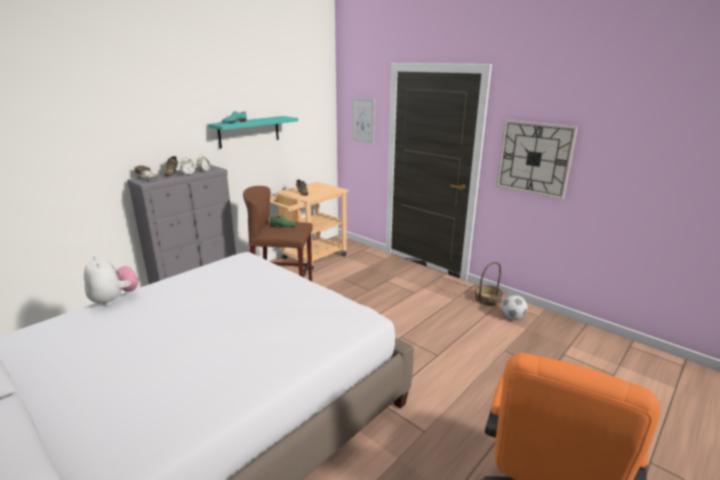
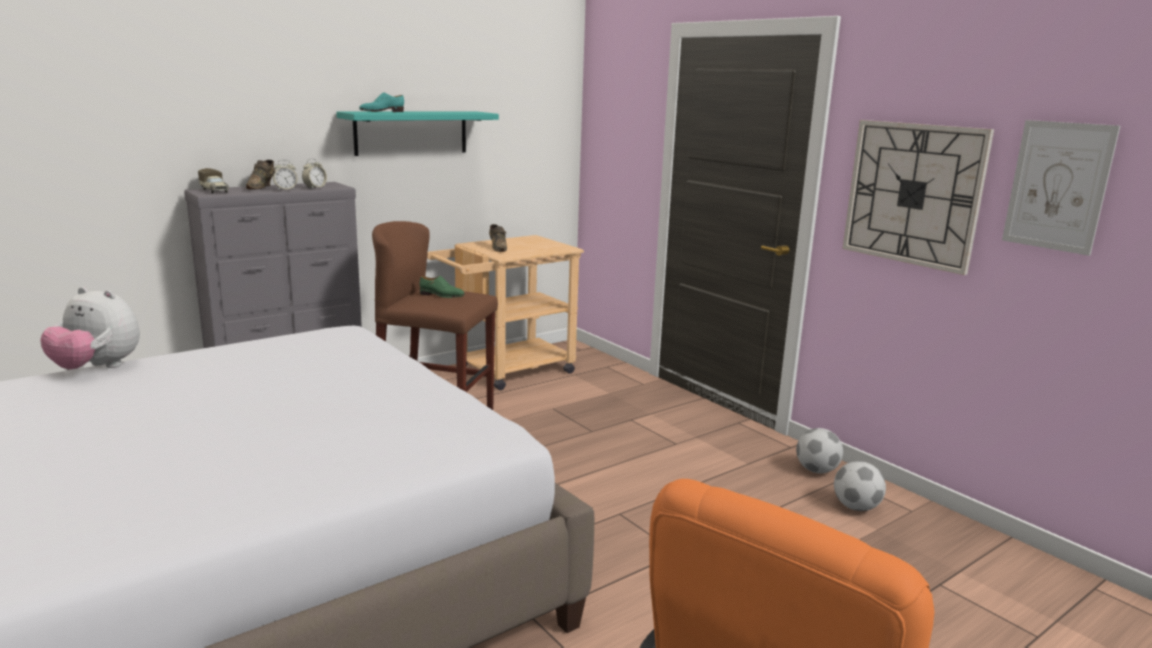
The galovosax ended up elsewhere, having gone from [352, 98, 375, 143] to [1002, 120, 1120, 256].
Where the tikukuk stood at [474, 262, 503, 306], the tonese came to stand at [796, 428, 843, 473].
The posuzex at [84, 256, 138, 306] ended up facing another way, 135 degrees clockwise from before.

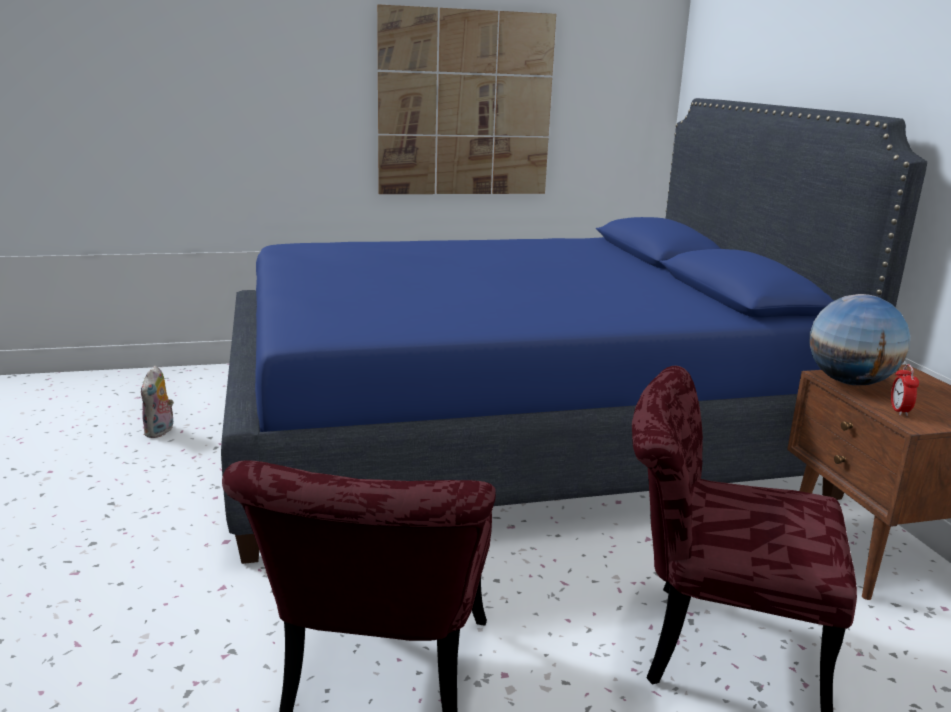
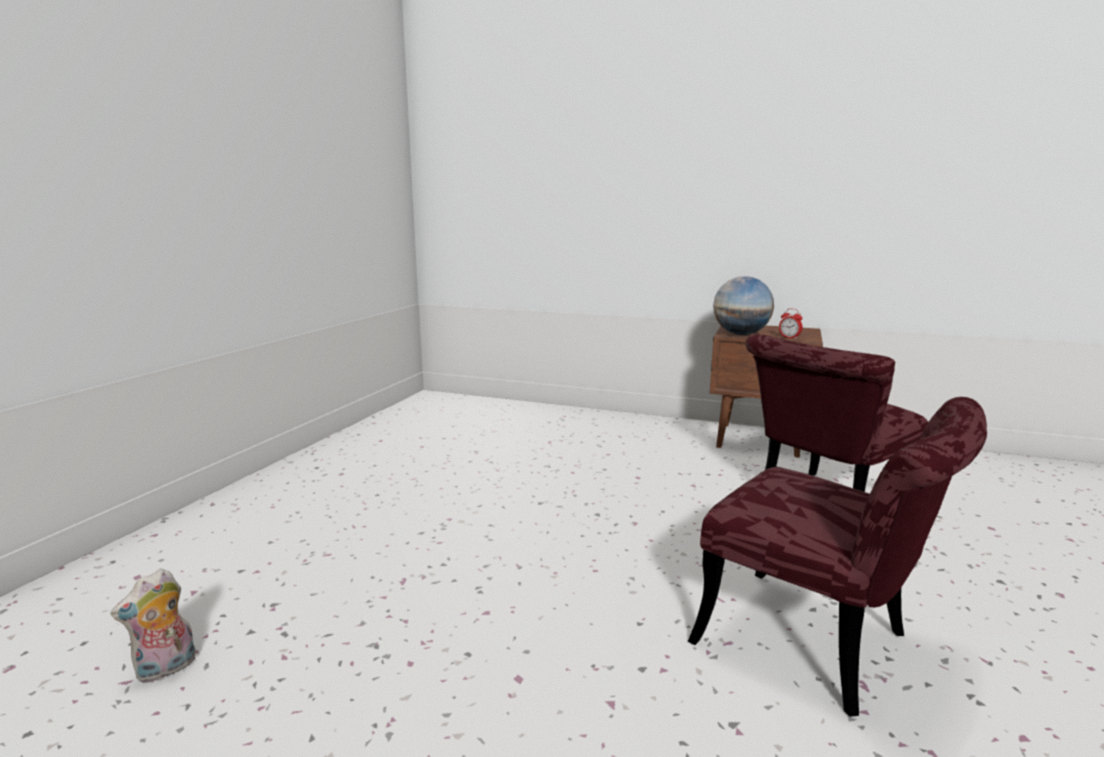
The second view lost the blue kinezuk at [221, 98, 927, 564].
The second view lost the galovosax at [377, 4, 556, 194].
The posuzex at [141, 366, 174, 438] ended up facing another way, 90 degrees clockwise from before.

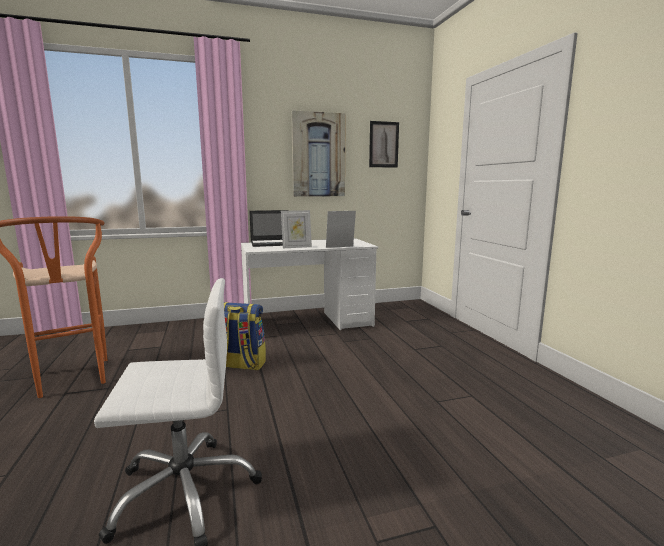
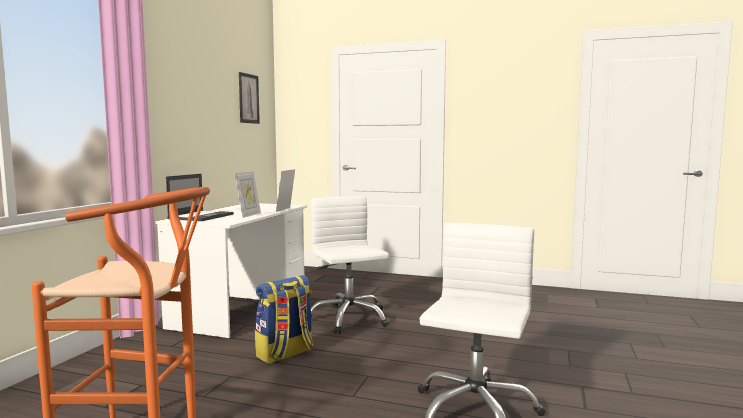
The second view lost the galovosax at [291, 110, 346, 197].
The second view gained the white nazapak at [311, 196, 389, 334].

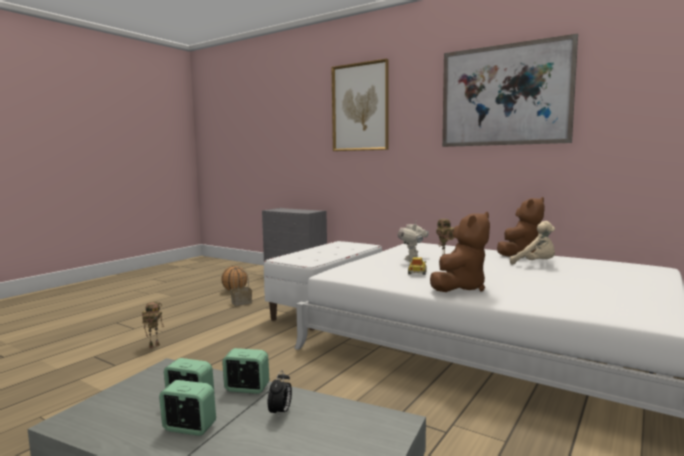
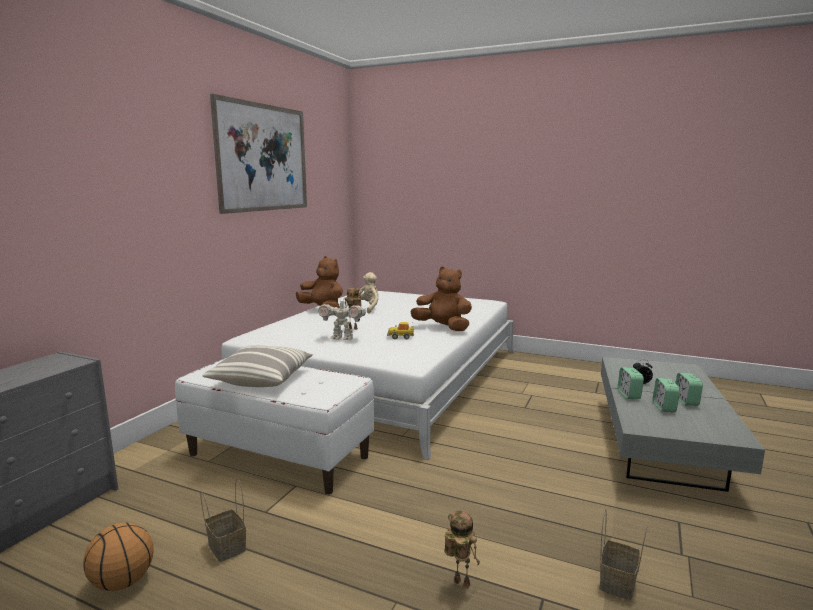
The second view lost the galovosax at [331, 59, 389, 151].
The second view gained the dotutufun at [202, 345, 313, 387].
The second view gained the tikukuk at [600, 509, 648, 600].

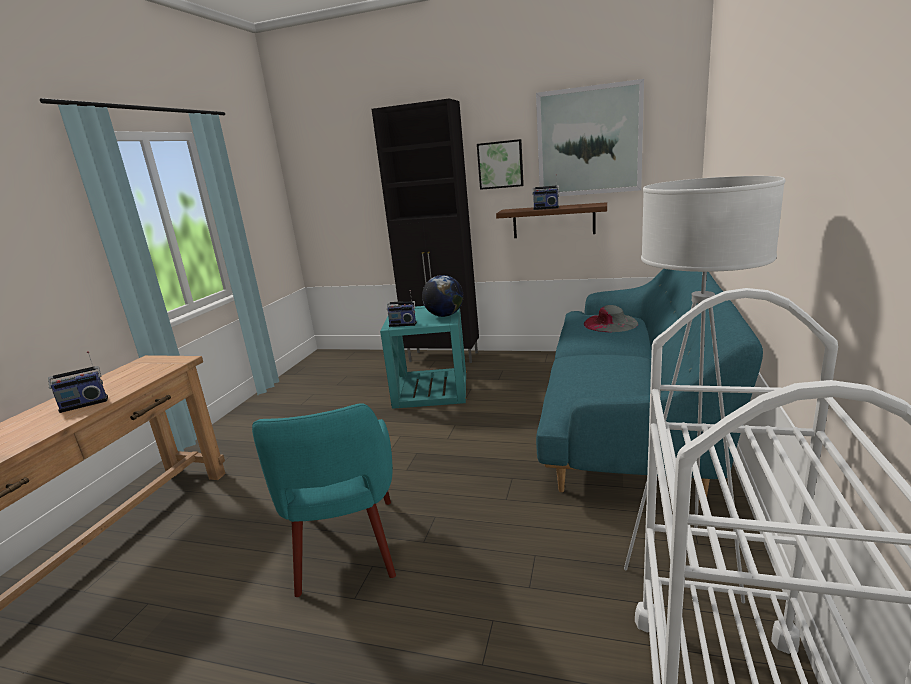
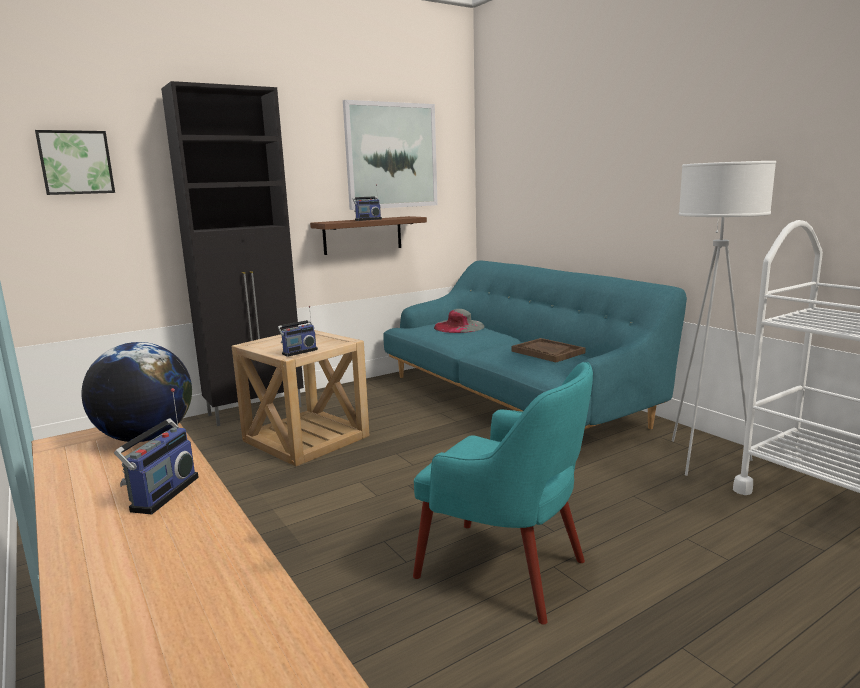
The second view gained the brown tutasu at [511, 338, 585, 362].
The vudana ended up elsewhere, having gone from [422, 275, 463, 317] to [81, 342, 192, 442].
The galovosax ended up elsewhere, having gone from [477, 139, 524, 190] to [35, 130, 115, 195].
What was the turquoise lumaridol at [380, 306, 467, 409] turned into the beige lumaridol at [232, 330, 370, 467].

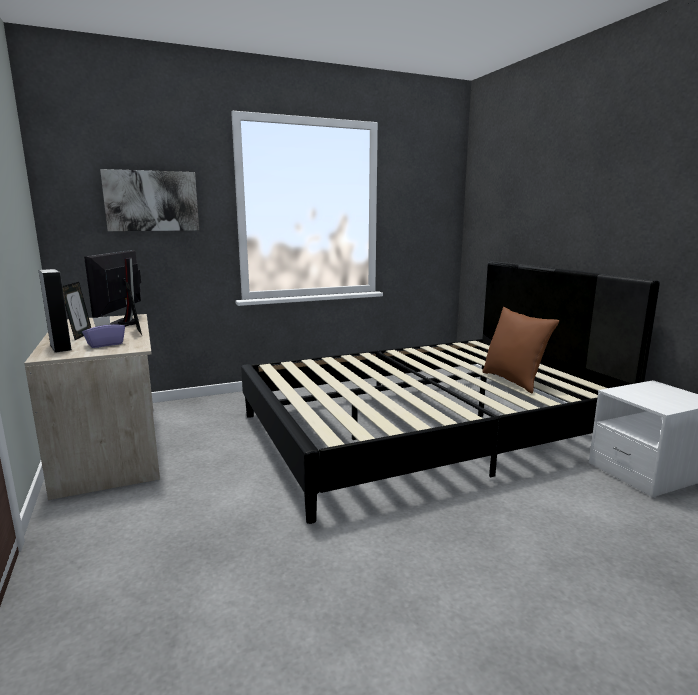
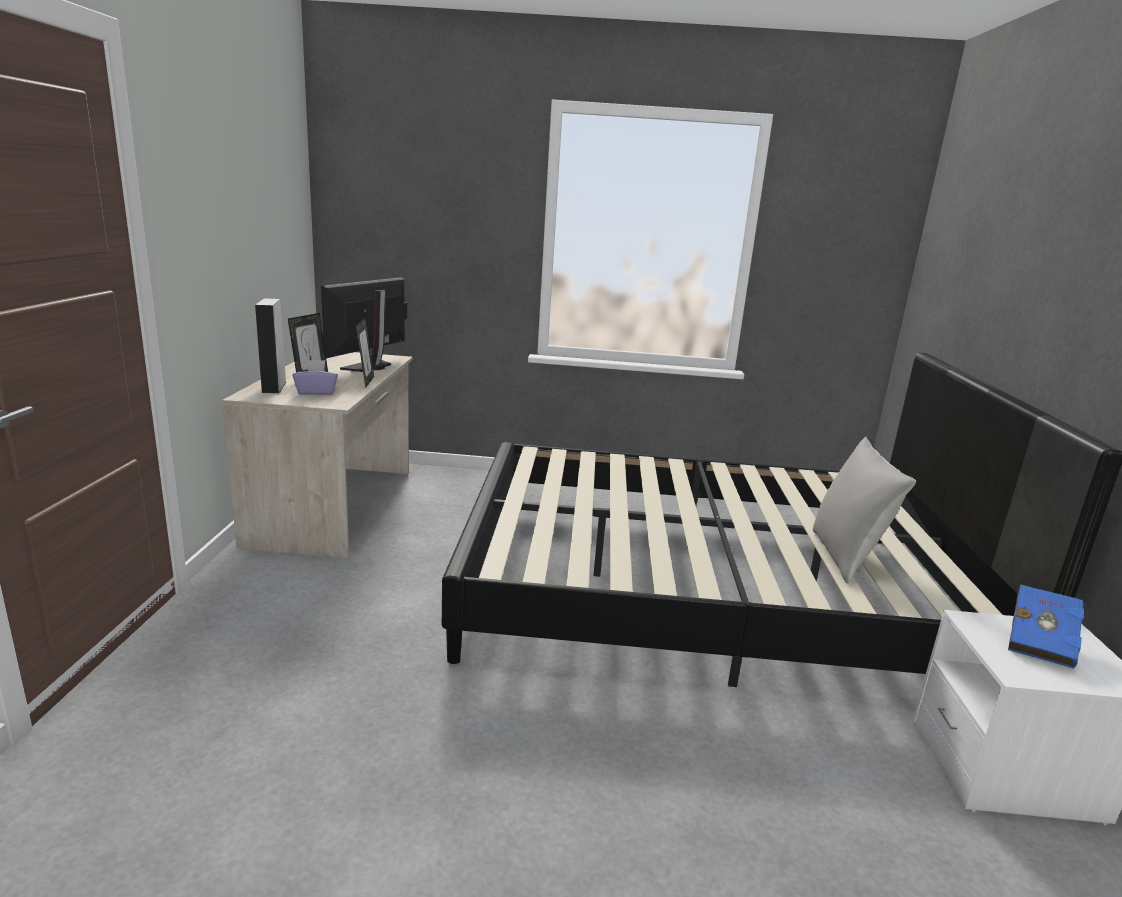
The second view lost the galovosax at [100, 169, 199, 231].
The second view gained the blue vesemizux at [1008, 584, 1084, 669].
What was the brown dotutufun at [482, 307, 559, 393] turned into the grey dotutufun at [813, 437, 916, 584].

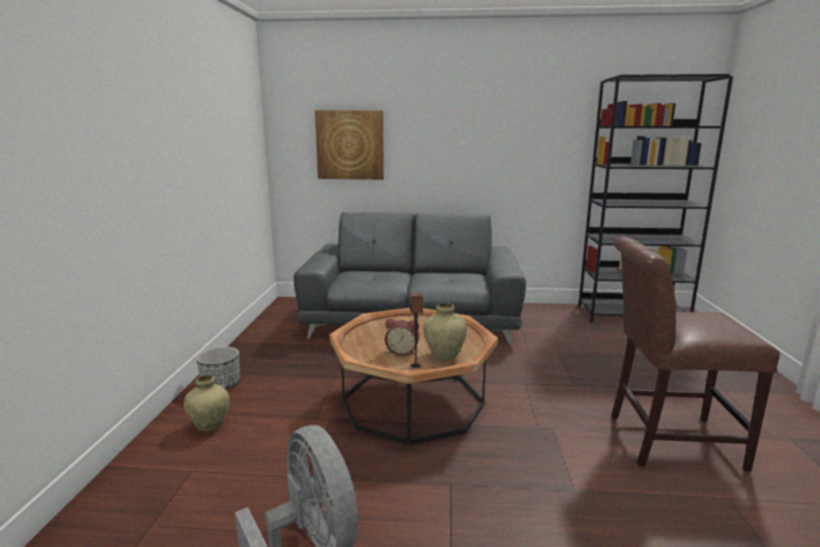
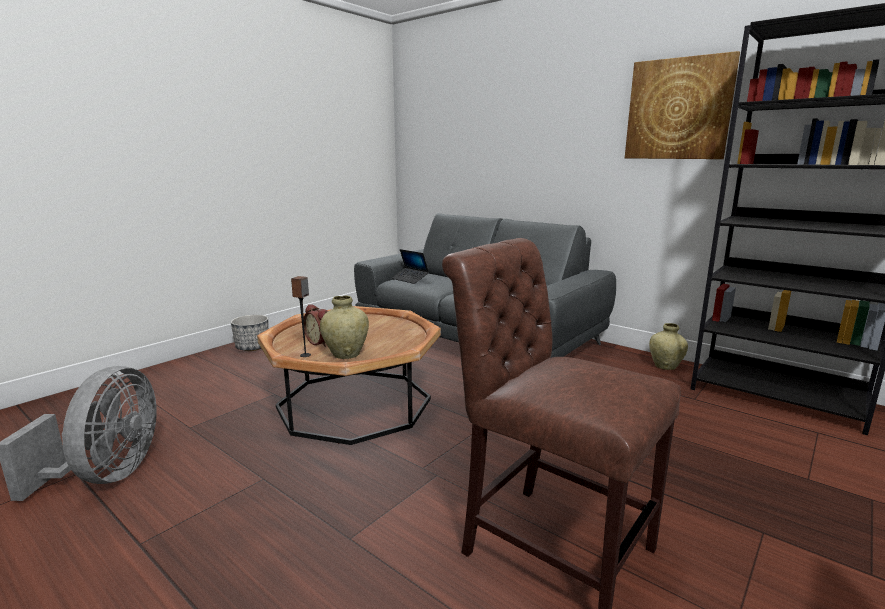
The second view gained the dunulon at [391, 249, 429, 284].
The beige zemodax ended up elsewhere, having gone from [184, 375, 230, 432] to [649, 323, 688, 370].
The galovosax ended up elsewhere, having gone from [315, 110, 384, 180] to [625, 51, 740, 159].

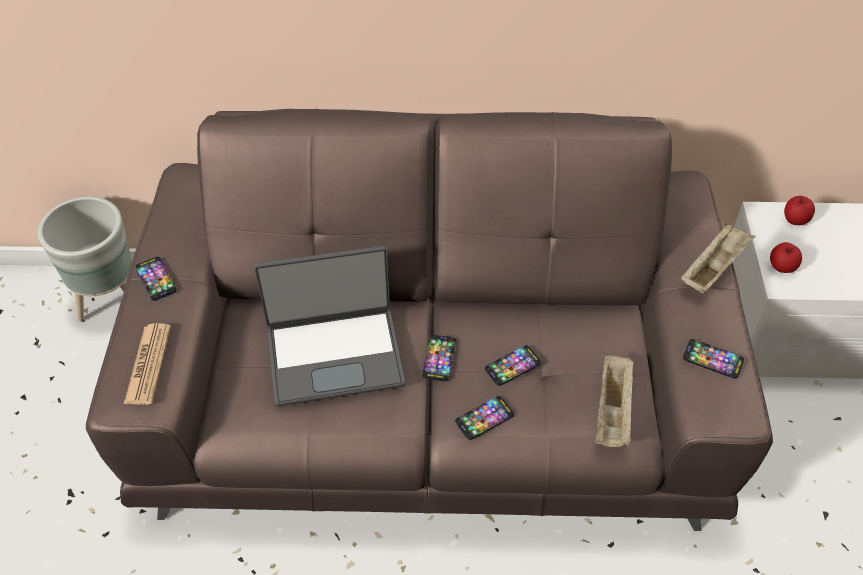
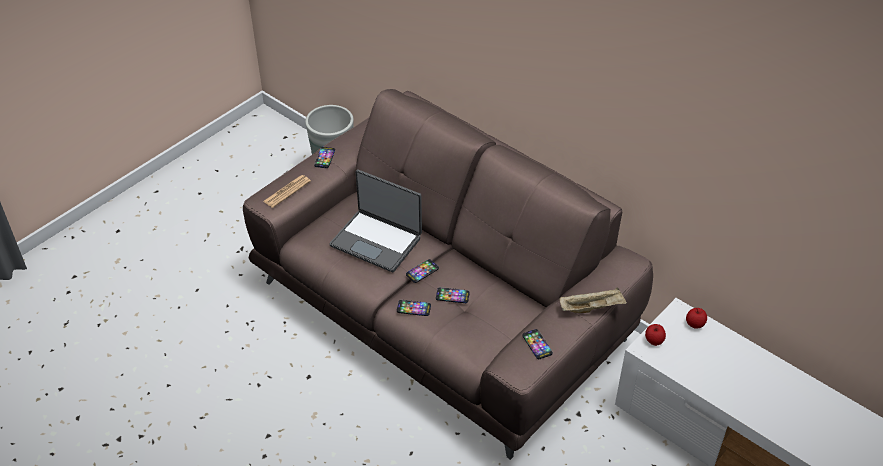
The second view lost the beige tutasu at [595, 354, 634, 447].

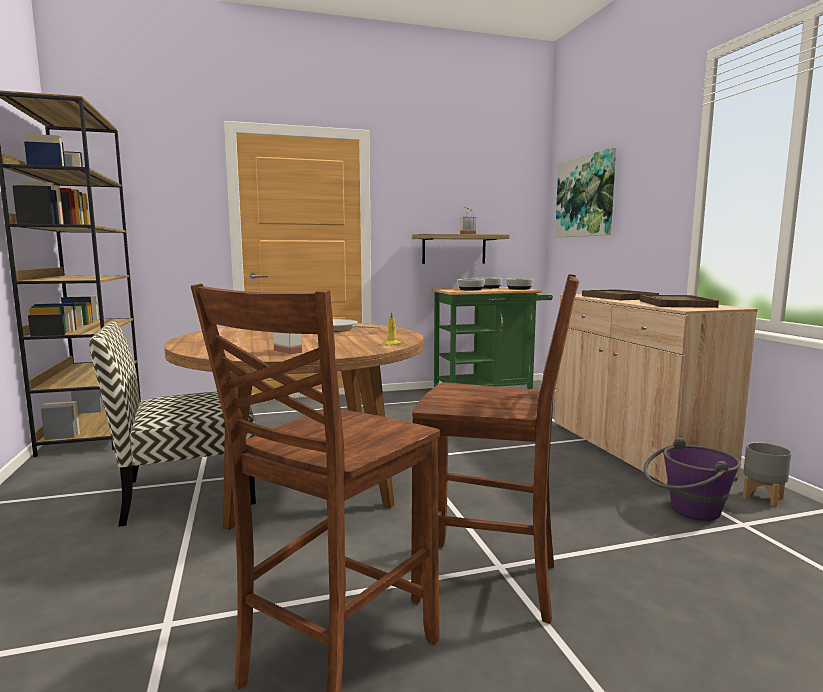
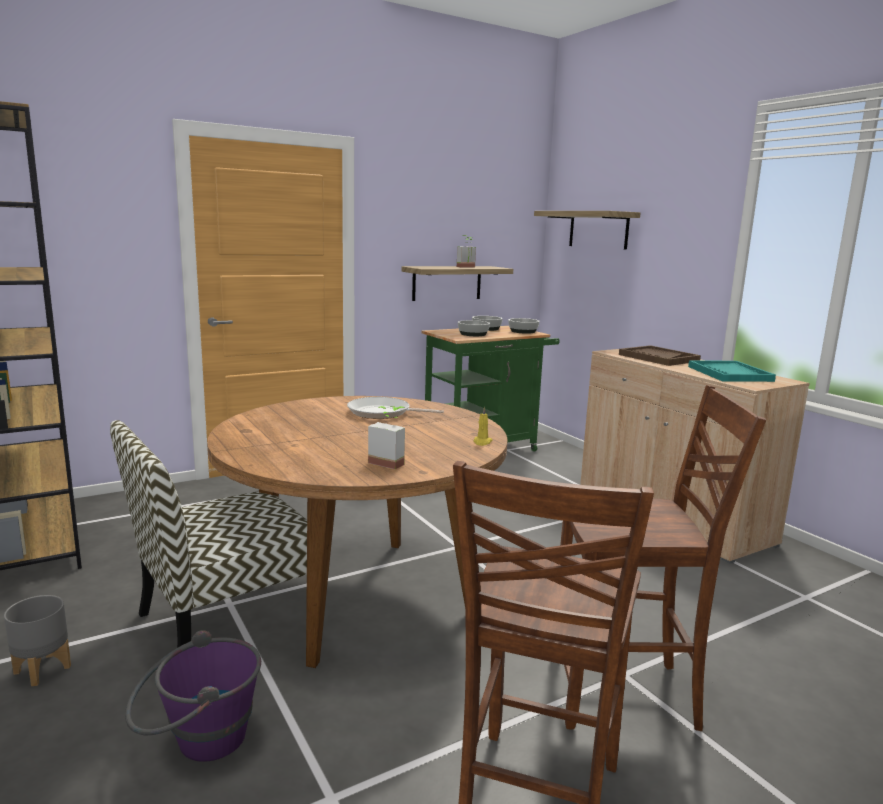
The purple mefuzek ended up elsewhere, having gone from [644, 438, 741, 521] to [125, 630, 261, 762].
The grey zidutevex ended up elsewhere, having gone from [743, 442, 792, 506] to [4, 595, 71, 686].
Where the galovosax hung at [555, 148, 616, 238], the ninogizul came to hang at [534, 211, 641, 250].
What was the brown tutasu at [640, 295, 719, 308] turned into the turquoise tutasu at [688, 360, 776, 382].

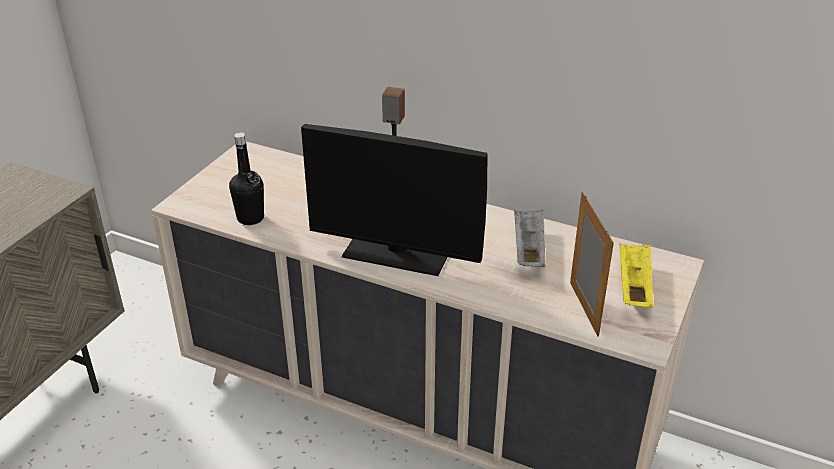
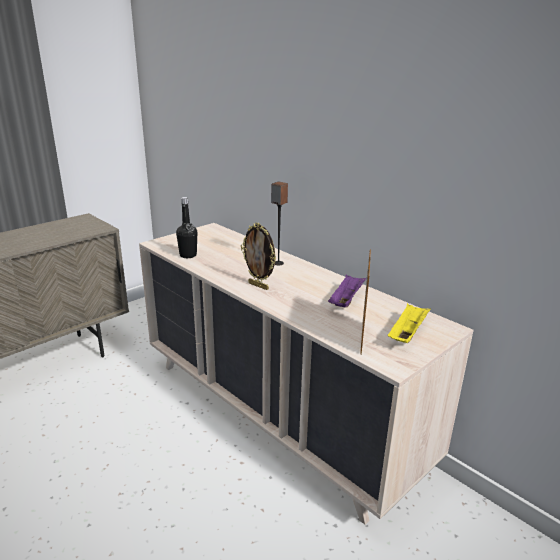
Where the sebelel stood at [301, 124, 487, 276], the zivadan came to stand at [241, 223, 276, 290].
What was the grey tutasu at [514, 210, 546, 267] turned into the purple tutasu at [328, 274, 367, 308].

